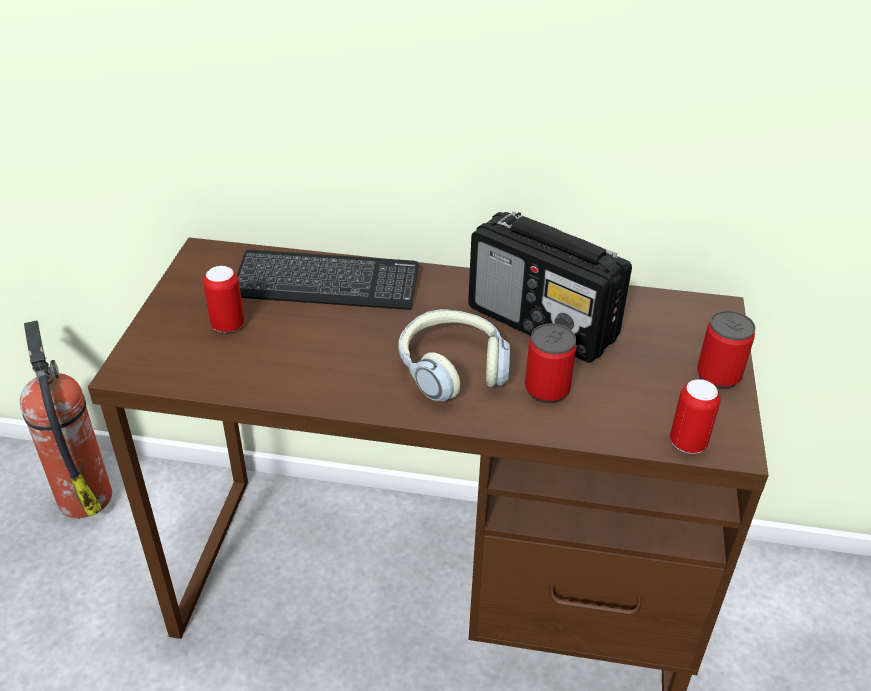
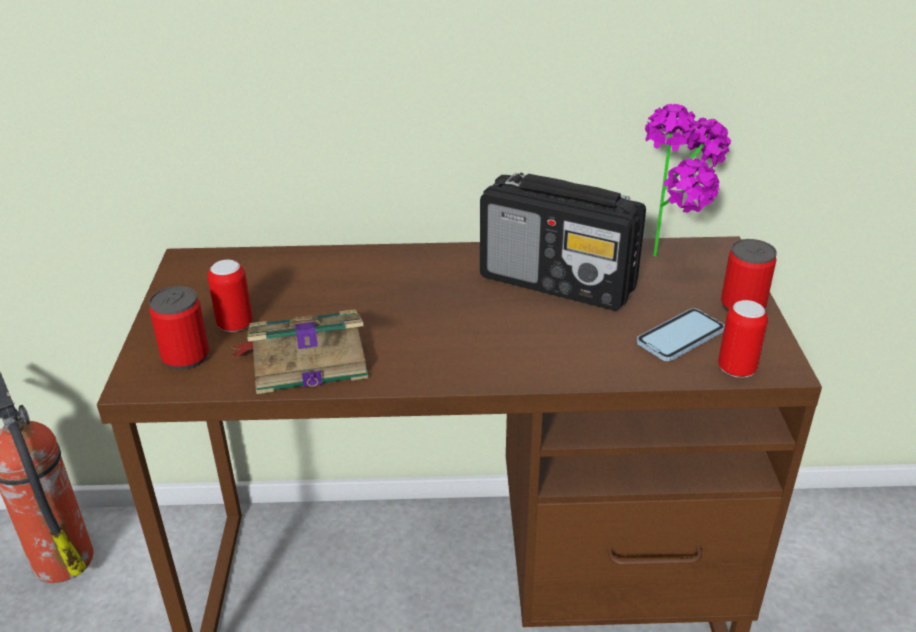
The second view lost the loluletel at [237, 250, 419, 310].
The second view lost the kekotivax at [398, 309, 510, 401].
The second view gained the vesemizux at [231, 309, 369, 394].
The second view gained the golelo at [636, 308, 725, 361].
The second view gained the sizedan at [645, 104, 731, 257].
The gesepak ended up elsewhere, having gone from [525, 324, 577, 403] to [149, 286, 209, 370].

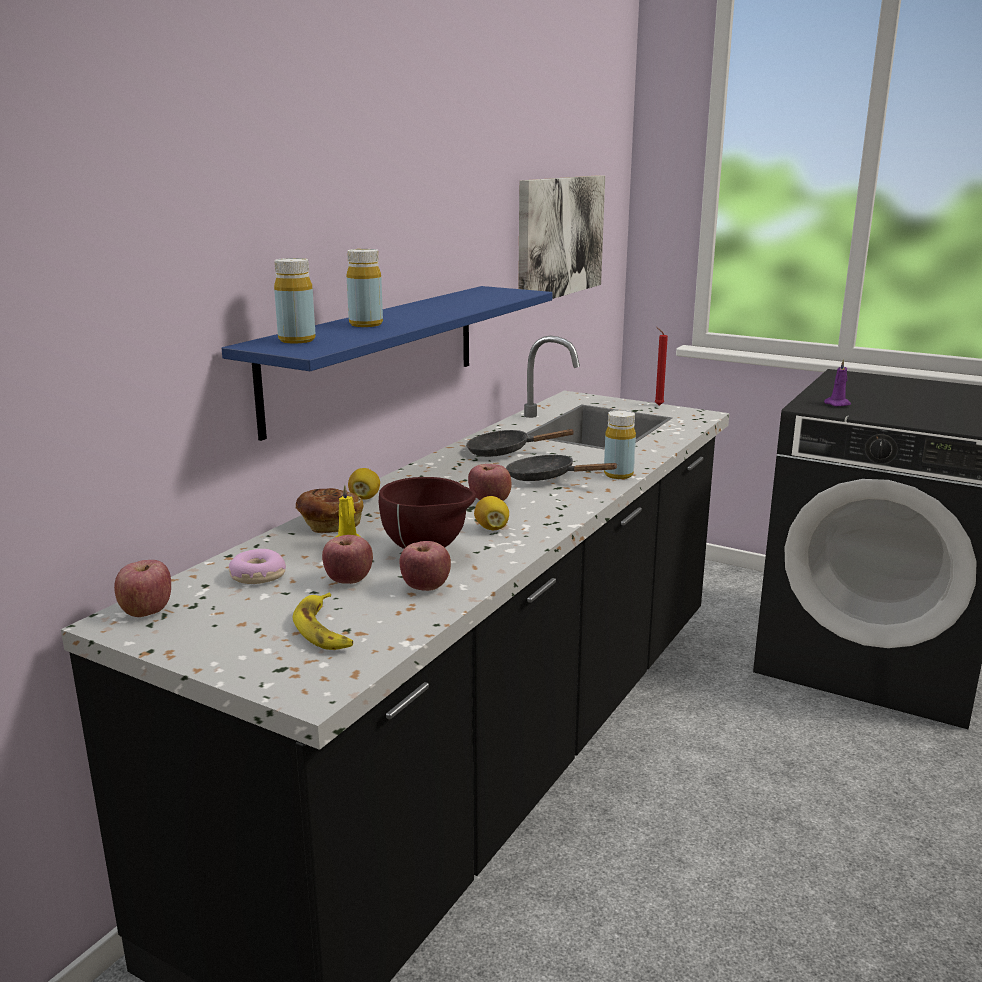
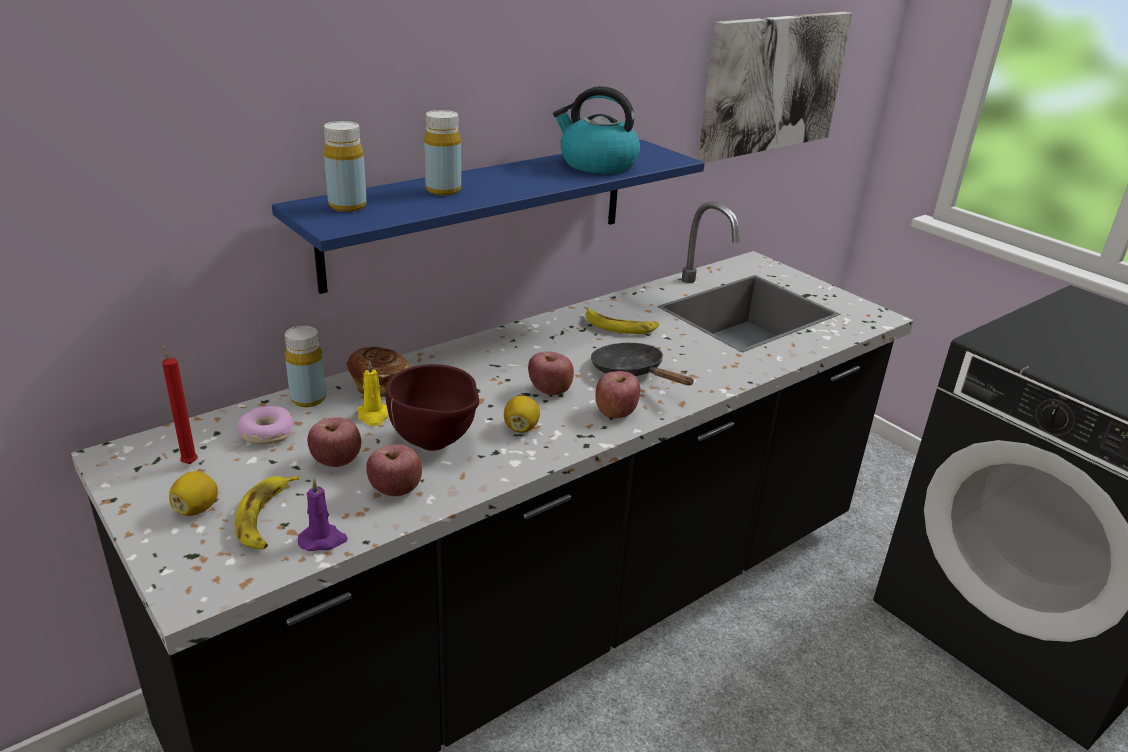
The second view gained the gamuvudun at [553, 86, 640, 174].
The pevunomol ended up elsewhere, having gone from [114, 560, 171, 617] to [595, 371, 640, 418].
The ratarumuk ended up elsewhere, having gone from [348, 468, 380, 500] to [169, 471, 218, 516].
The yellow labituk ended up elsewhere, having gone from [604, 410, 636, 479] to [285, 326, 326, 407].
The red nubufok ended up elsewhere, having gone from [655, 327, 668, 405] to [162, 343, 198, 464].
The purple nubufok ended up elsewhere, having gone from [824, 359, 851, 406] to [298, 478, 348, 551].
Where the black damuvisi stood at [466, 429, 576, 457], the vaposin came to stand at [586, 308, 659, 334].

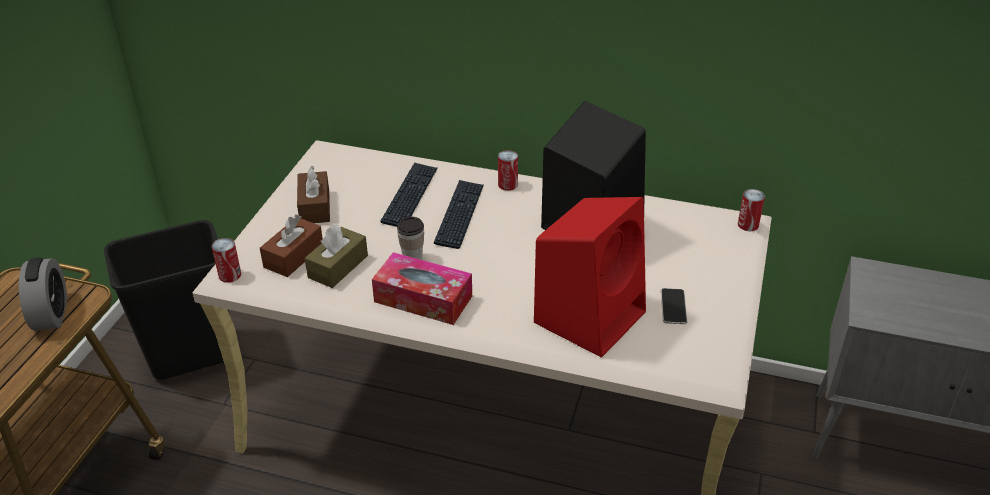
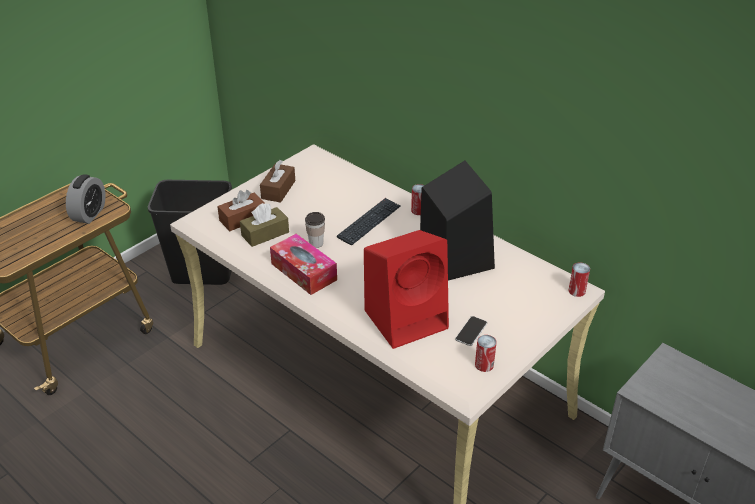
The second view lost the loluletel at [380, 163, 438, 227].
The gesepak ended up elsewhere, having gone from [212, 238, 241, 283] to [475, 335, 497, 372].

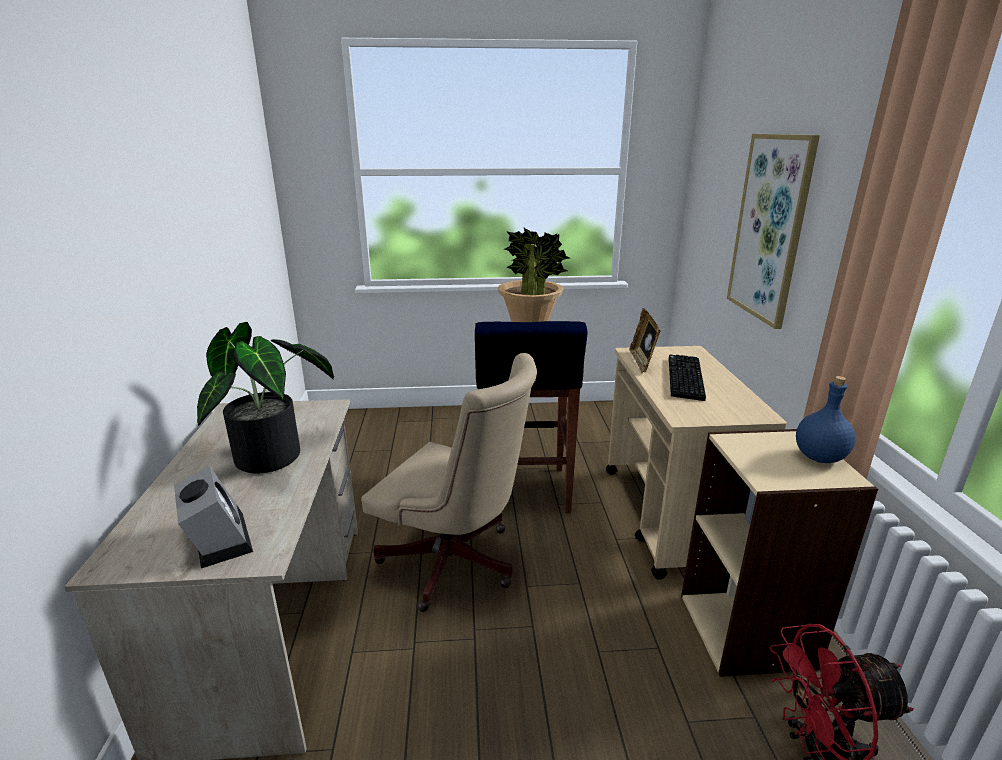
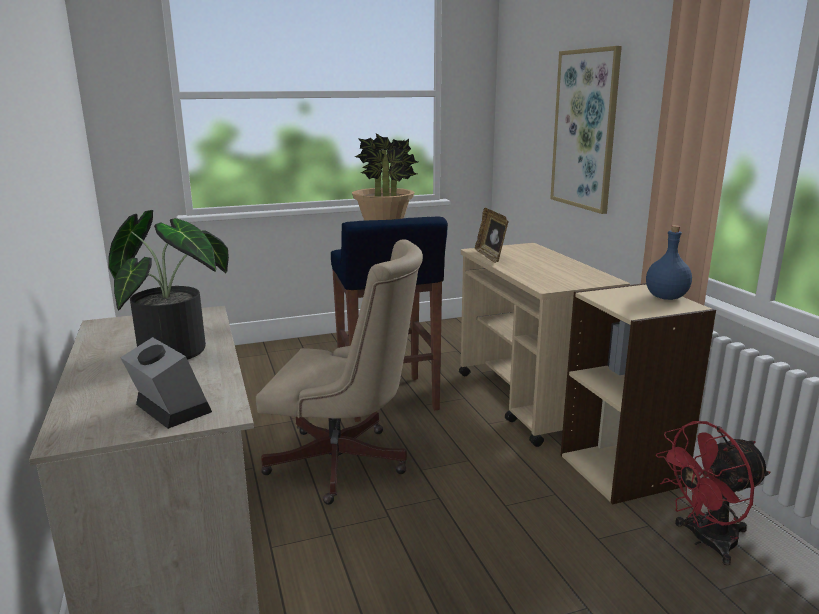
The second view lost the loluletel at [669, 354, 706, 401].

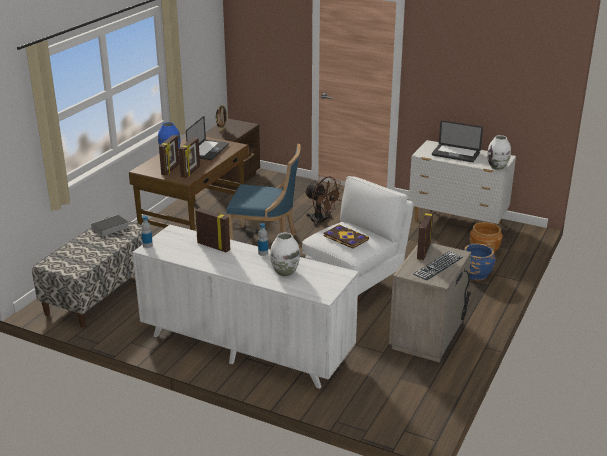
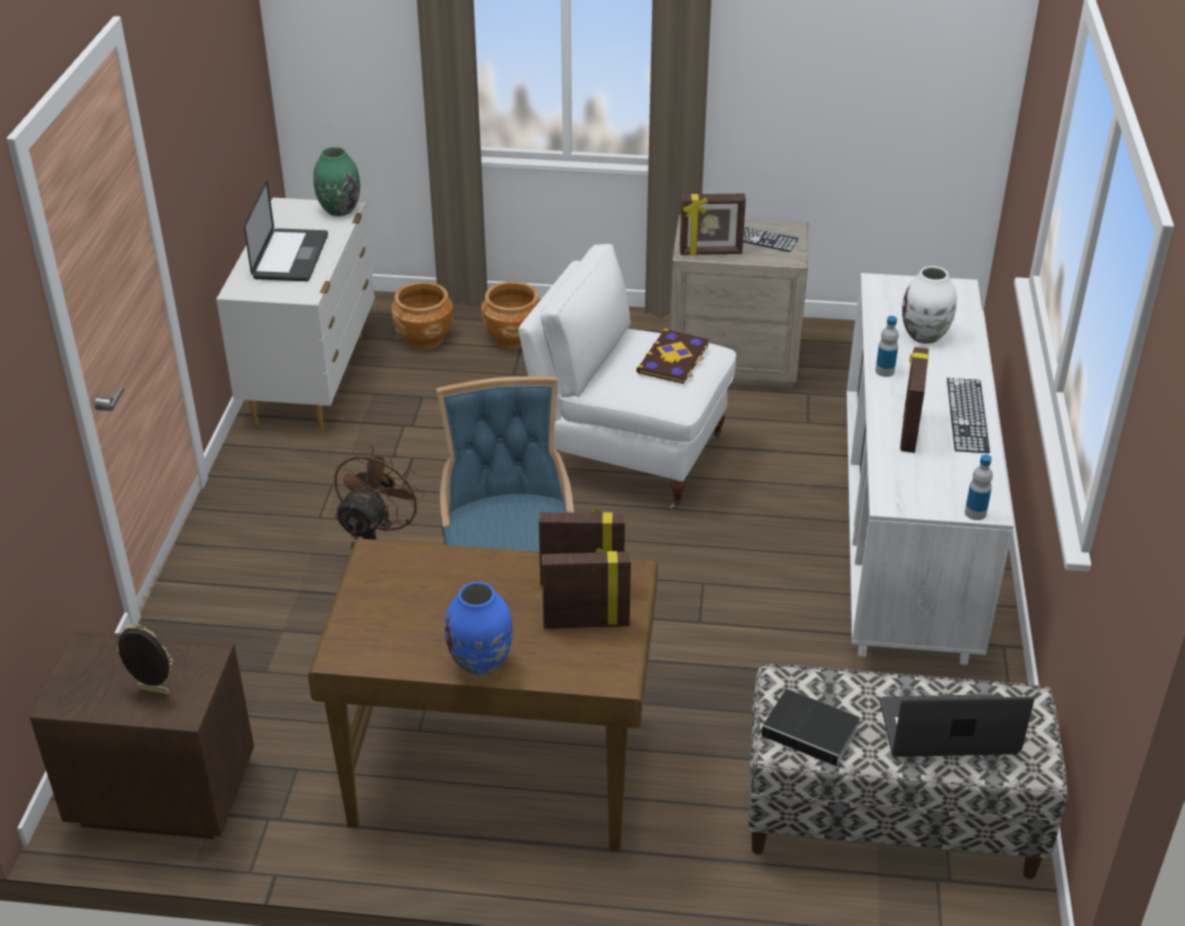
The second view gained the loluletel at [947, 378, 990, 453].
The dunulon ended up elsewhere, having gone from [186, 116, 229, 160] to [880, 694, 1034, 757].
What was the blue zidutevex at [464, 244, 496, 280] turned into the brown zidutevex at [481, 281, 540, 349].
What was the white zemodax at [487, 135, 511, 170] turned into the green zemodax at [313, 147, 360, 216].

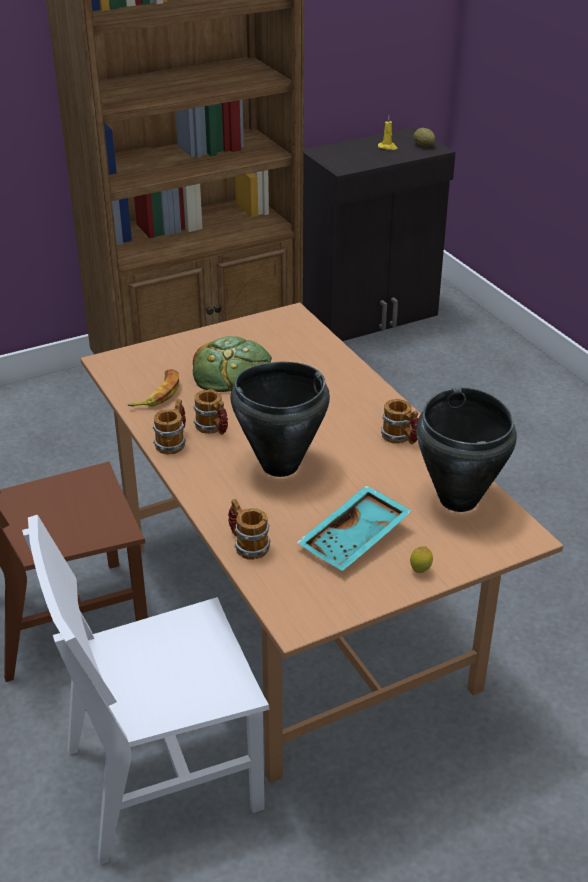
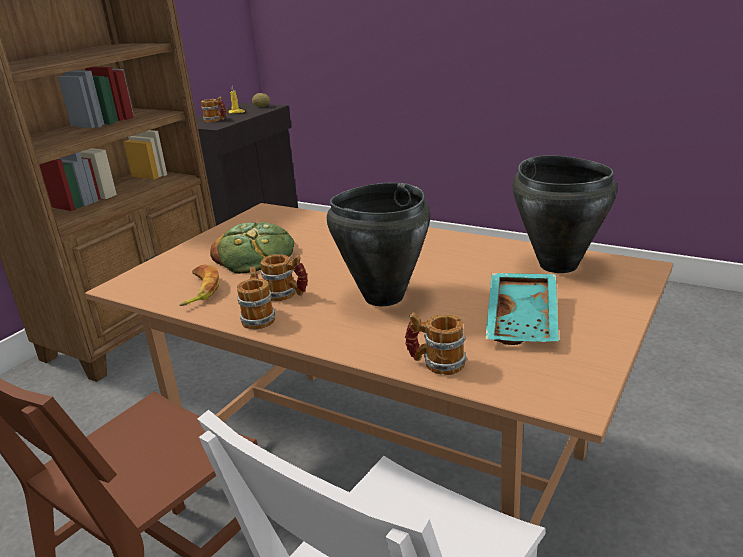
The second view lost the ratarumuk at [410, 546, 433, 573].
The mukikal ended up elsewhere, having gone from [381, 399, 419, 444] to [201, 97, 226, 123].

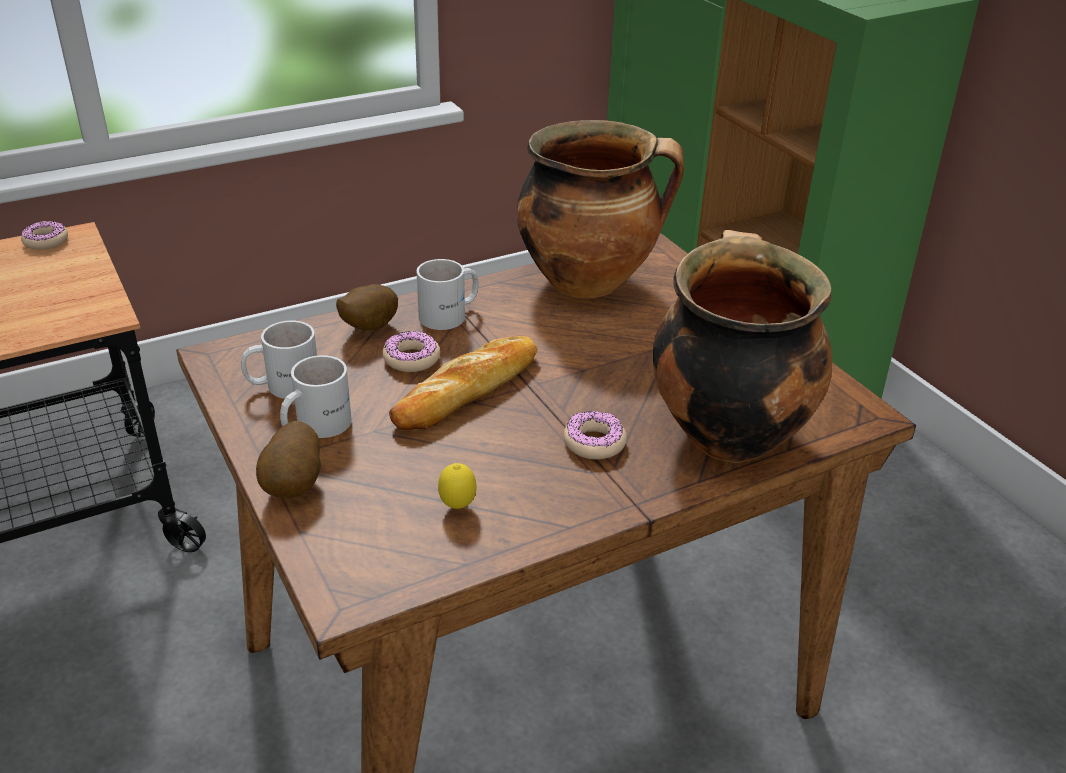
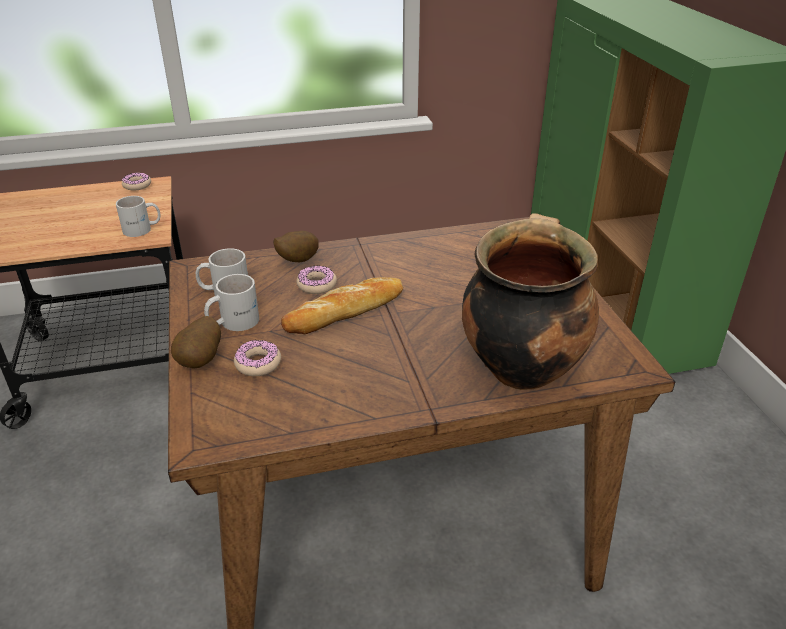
The second view lost the ratarumuk at [438, 463, 477, 509].
The second view lost the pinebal at [517, 120, 684, 298].
The white mukikal ended up elsewhere, having gone from [417, 259, 479, 330] to [116, 196, 161, 237].
The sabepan ended up elsewhere, having gone from [563, 411, 627, 460] to [234, 340, 281, 376].

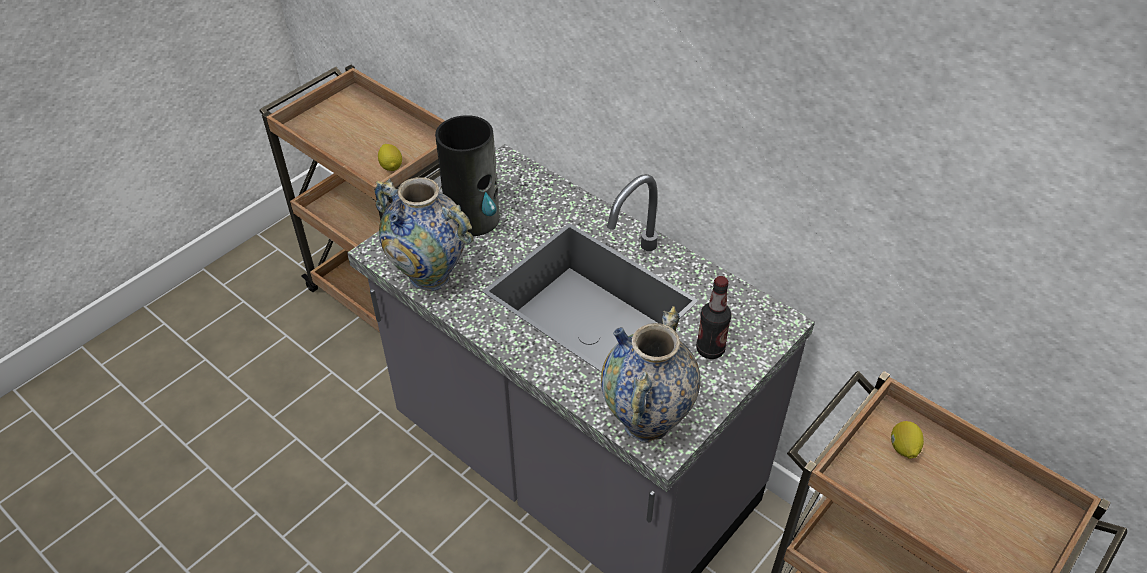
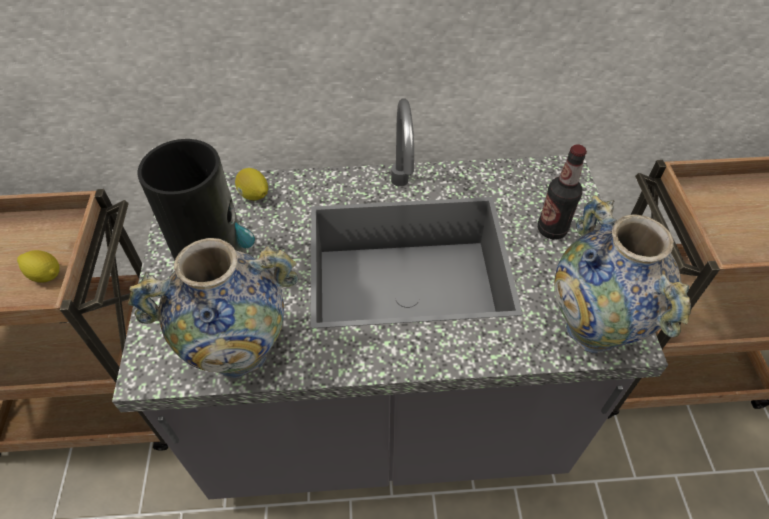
The ratarumuk ended up elsewhere, having gone from [891, 421, 924, 459] to [235, 168, 268, 201].

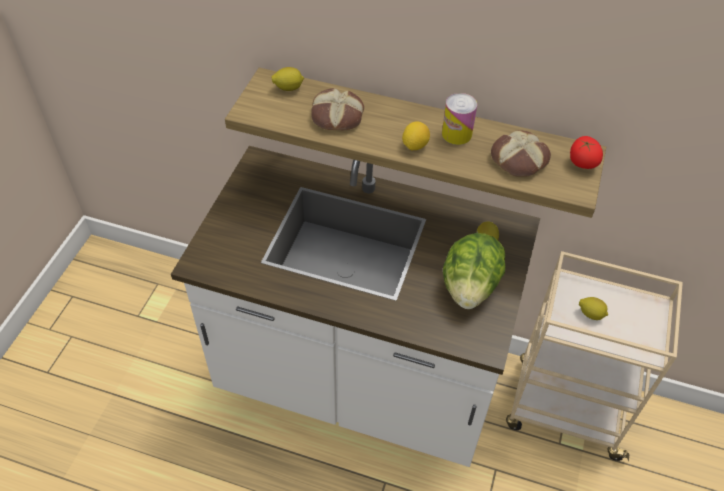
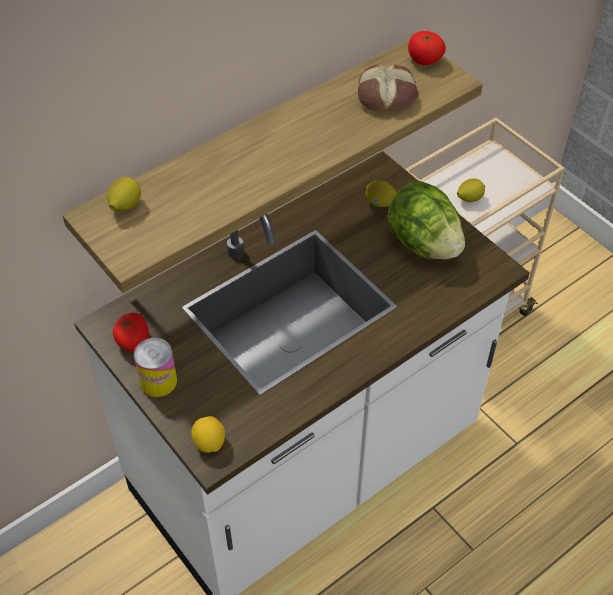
The second view lost the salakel at [311, 88, 364, 130].
The second view gained the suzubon at [113, 313, 149, 351].
The ratarumuk ended up elsewhere, having gone from [402, 121, 430, 151] to [191, 416, 225, 453].
The gesepak ended up elsewhere, having gone from [442, 93, 477, 145] to [134, 338, 177, 397].

